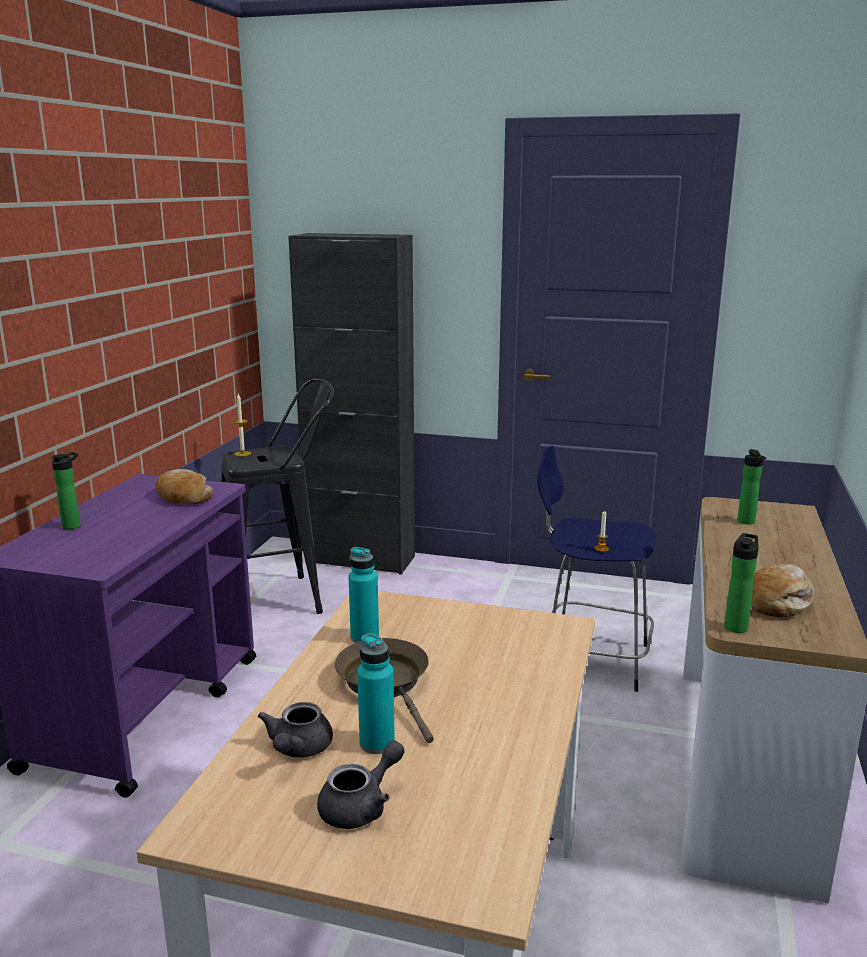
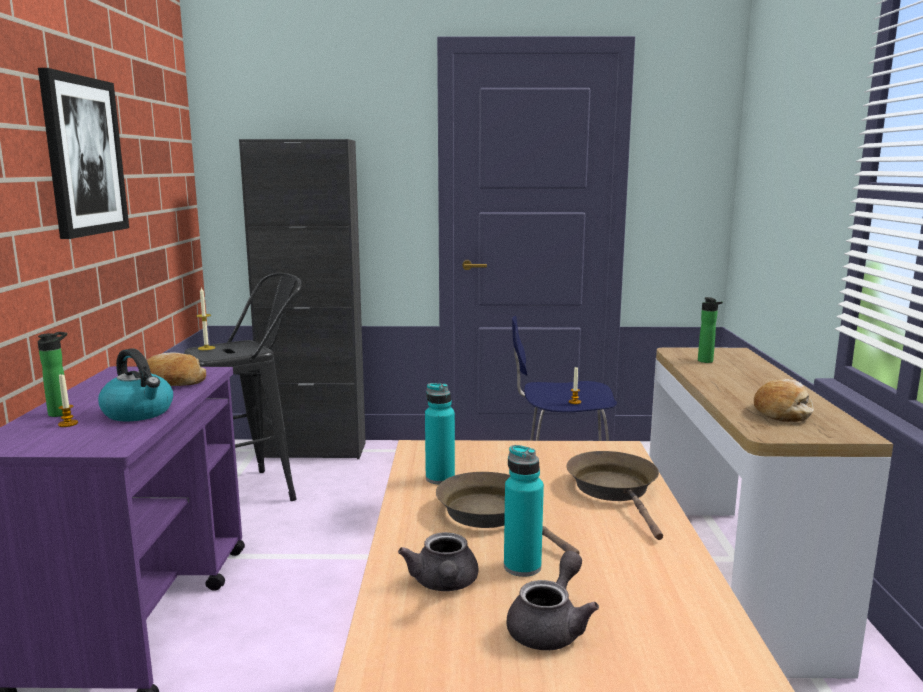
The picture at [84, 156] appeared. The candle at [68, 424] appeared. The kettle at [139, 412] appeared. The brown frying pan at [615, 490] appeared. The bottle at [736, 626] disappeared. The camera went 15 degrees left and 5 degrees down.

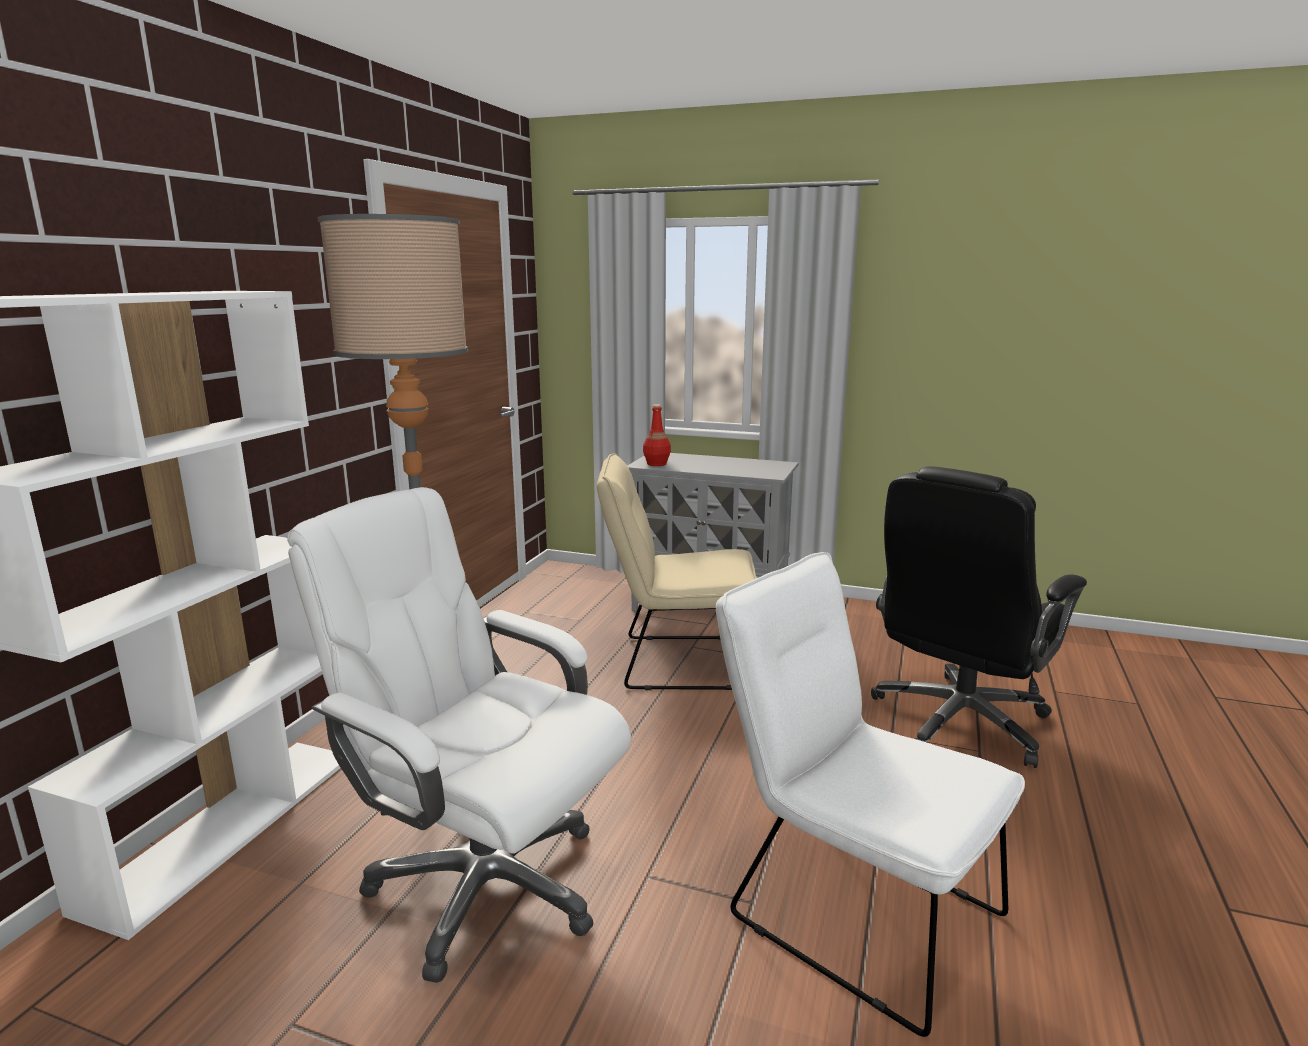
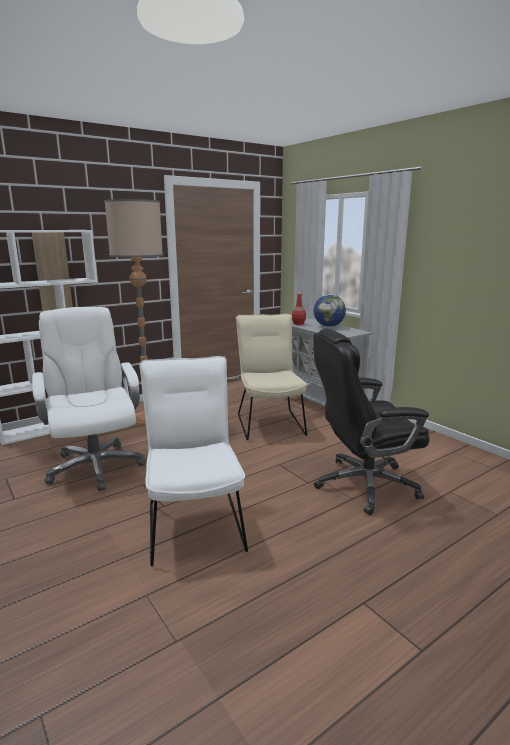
The beige chair at [677, 662] turned 45 degrees clockwise. The globe at [328, 326] appeared. The camera went 35 degrees right and 0 degrees up.

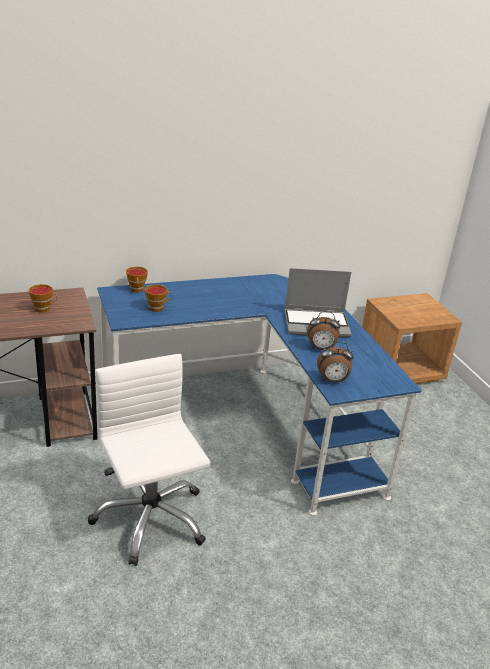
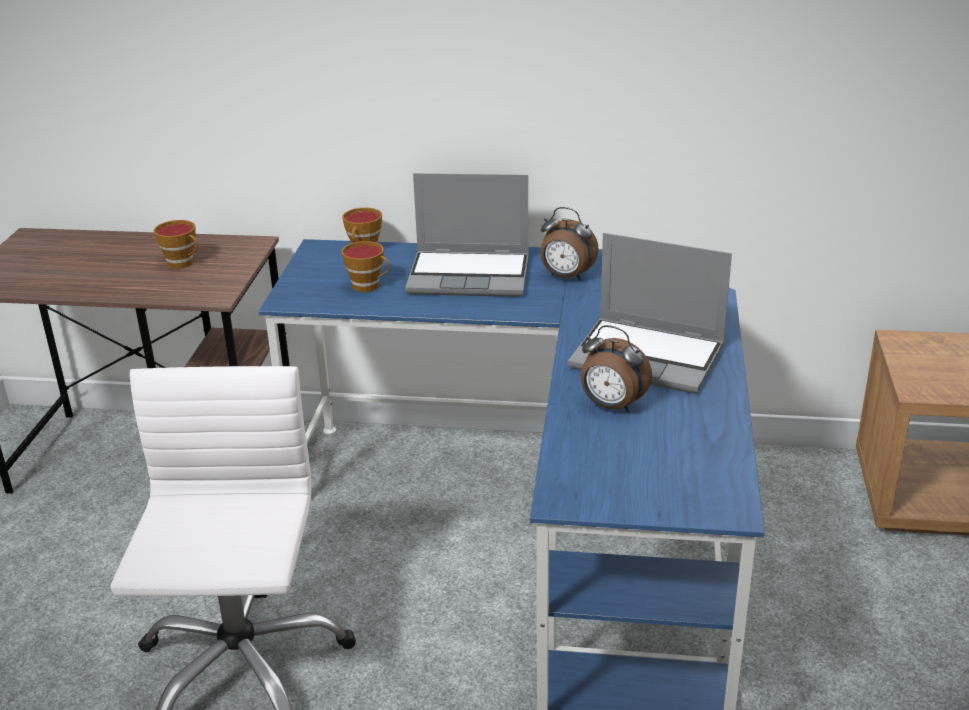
The laptop at [471, 275] appeared. The alarm clock moved from [332, 381] to [566, 277]. The camera went 30 degrees right and 0 degrees up.

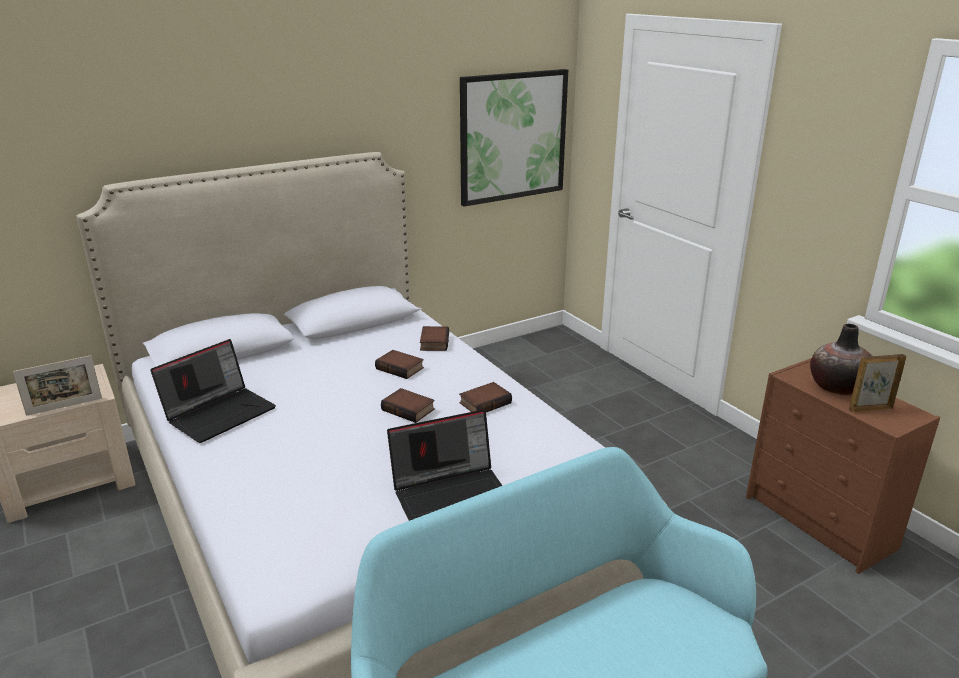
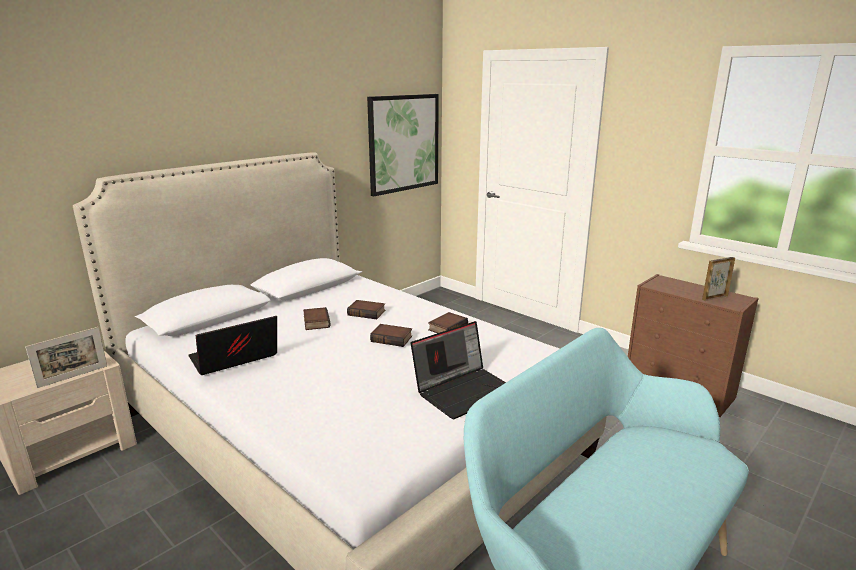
The laptop at [220, 413] turned 150 degrees counterclockwise. The book moved from [433, 342] to [315, 322]. The vase at [837, 387] disappeared. The camera went 15 degrees left and 5 degrees down.

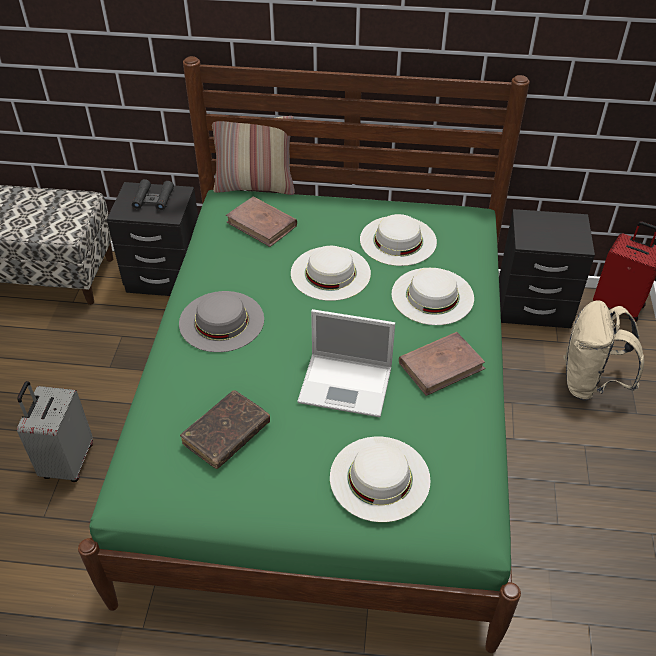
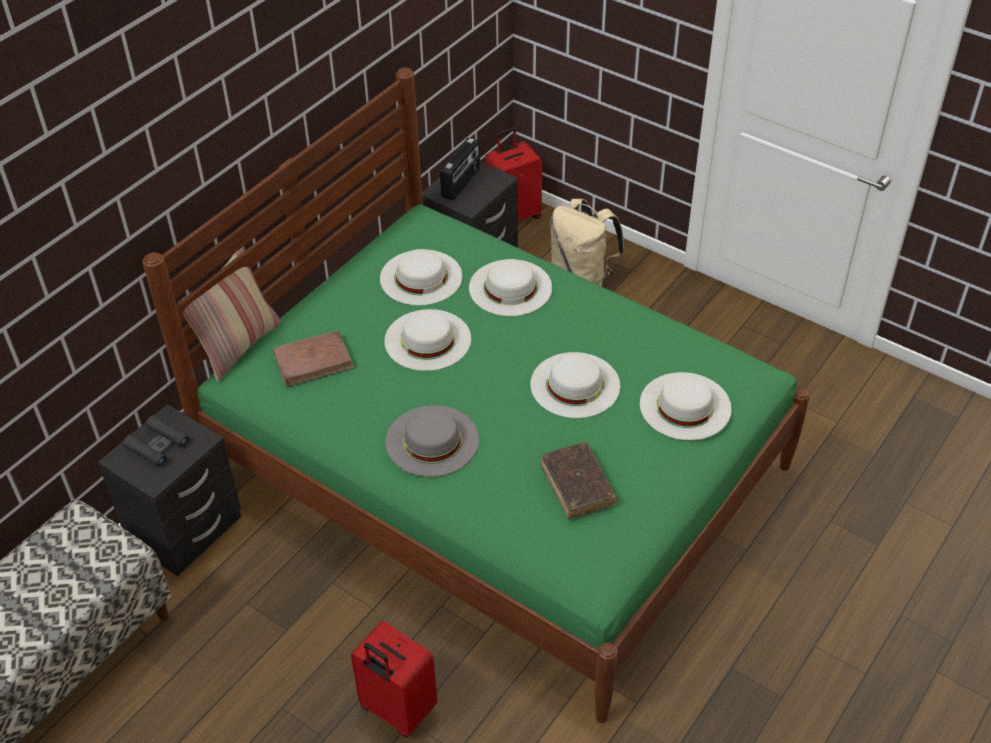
The grey suitcase at [67, 461] became the red suitcase at [396, 710]. The radio at [461, 183] appeared. The laptop at [347, 385] was replaced by the white hat at [575, 385]. The brown book at [441, 366] disappeared. The camera went 60 degrees left and 0 degrees up.

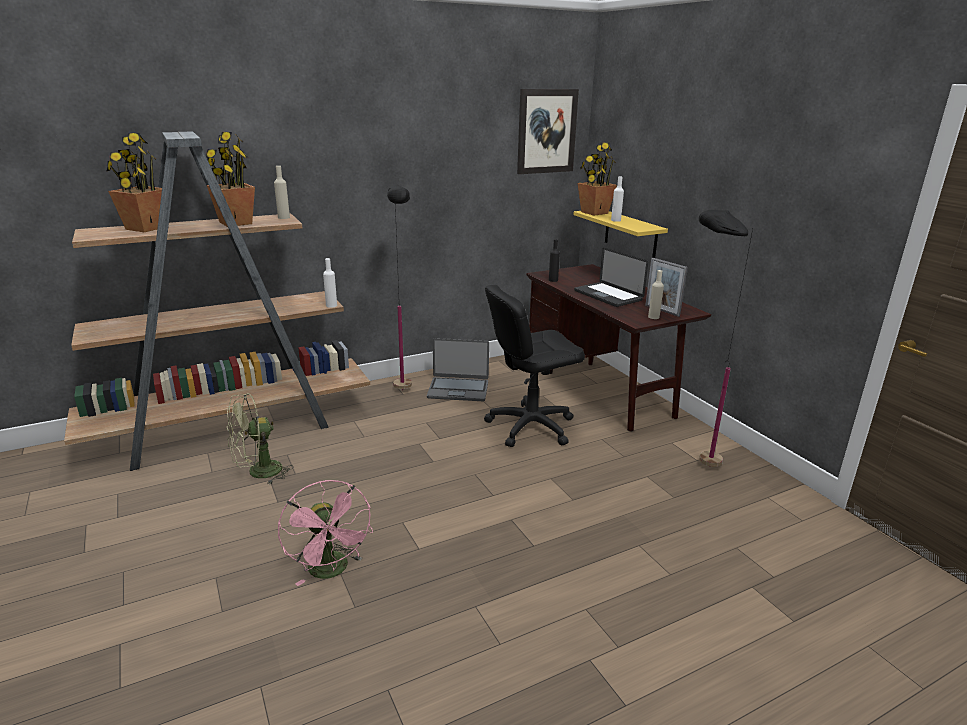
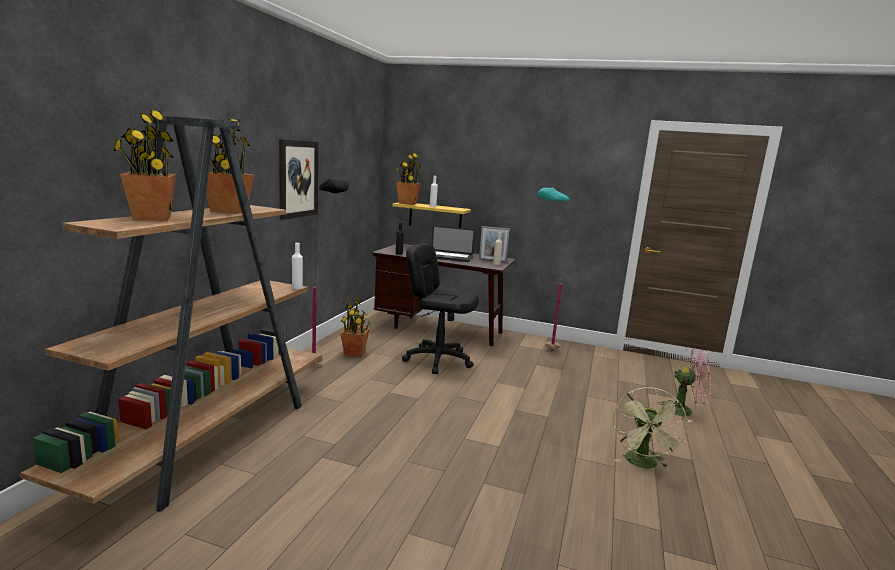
The picture moved from [546, 131] to [298, 179]. The laptop at [458, 389] was replaced by the potted plant at [355, 353]. The black office chair at [530, 426] turned 90 degrees clockwise. The black floor lamp at [691, 459] became the turquoise floor lamp at [539, 349]. The green fan moved from [258, 473] to [643, 464]. The pink fan moved from [332, 571] to [685, 411]. The beige bottle at [284, 217] disappeared. The camera went 45 degrees left and 10 degrees down.

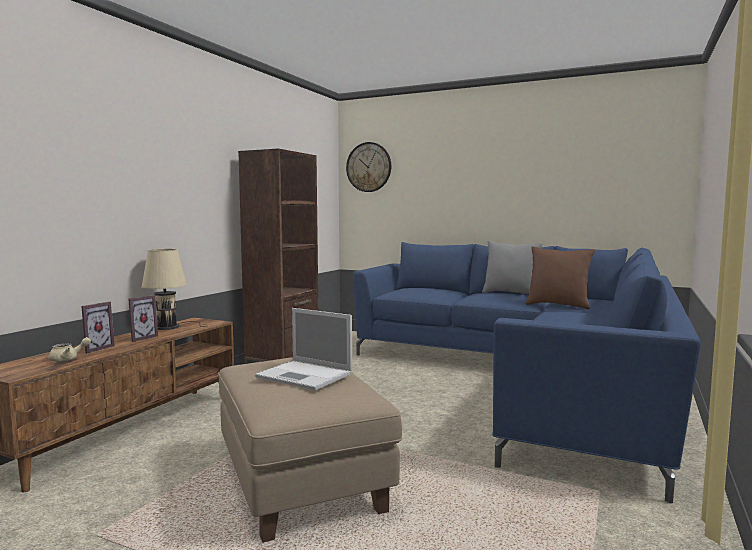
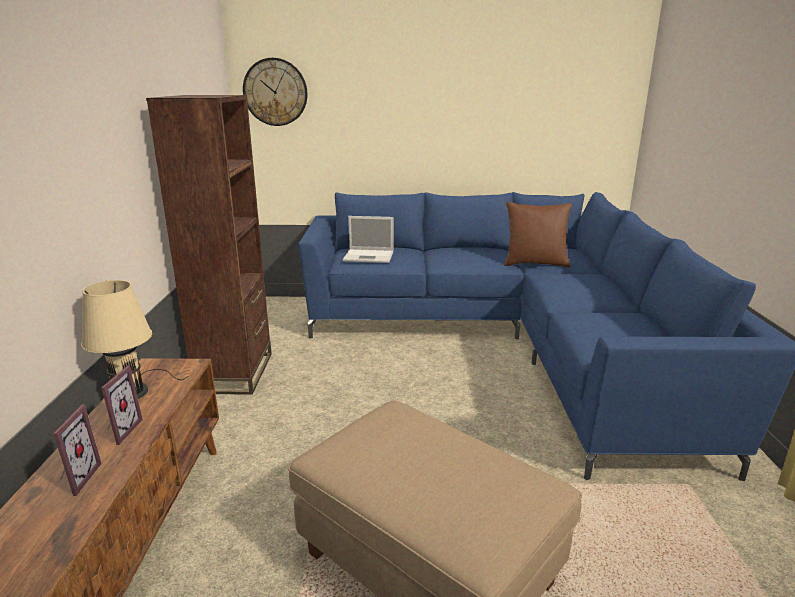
The laptop moved from [306, 375] to [369, 256]. The beige teapot at [68, 359] disappeared. The grey pillow at [510, 293] disappeared. The camera went 25 degrees left and 15 degrees up.

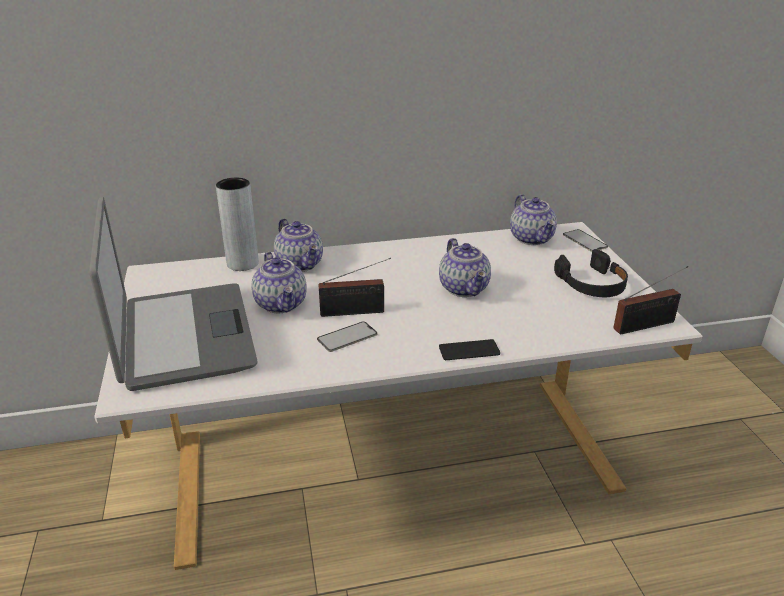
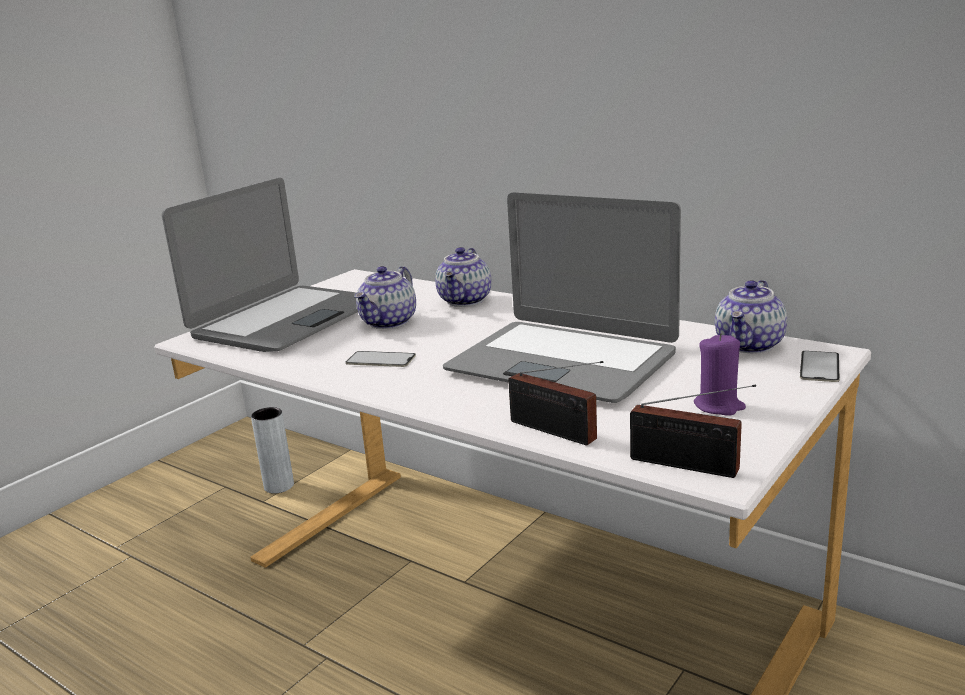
The grey vase moved from [242, 264] to [279, 486]. The teapot at [465, 289] was replaced by the laptop at [562, 362]. The radio moved from [356, 312] to [556, 432]. The black headphones at [592, 284] was replaced by the purple candle at [719, 406]. The phone at [469, 350] disappeared. The camera went 50 degrees right and 10 degrees down.

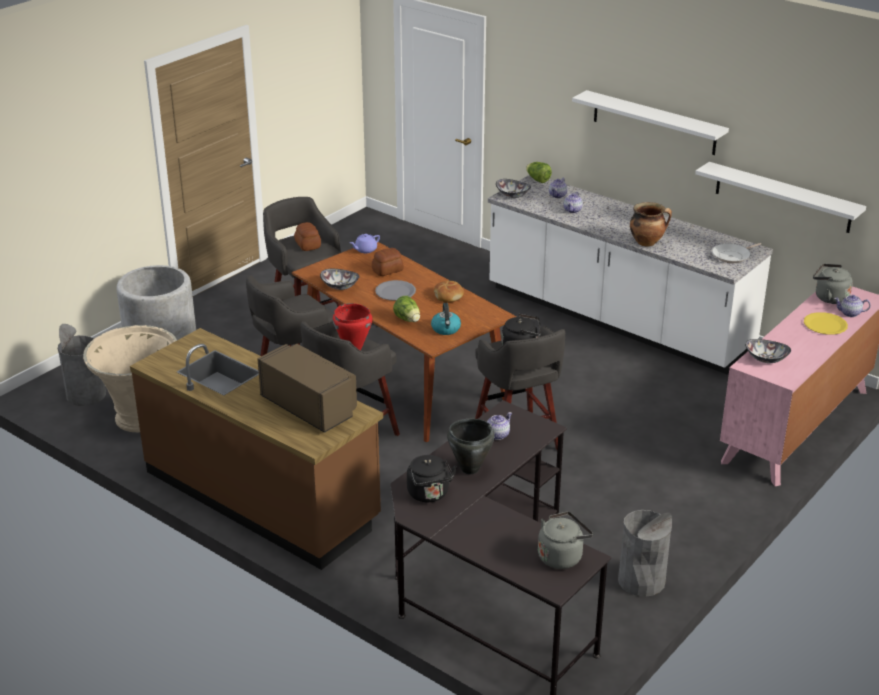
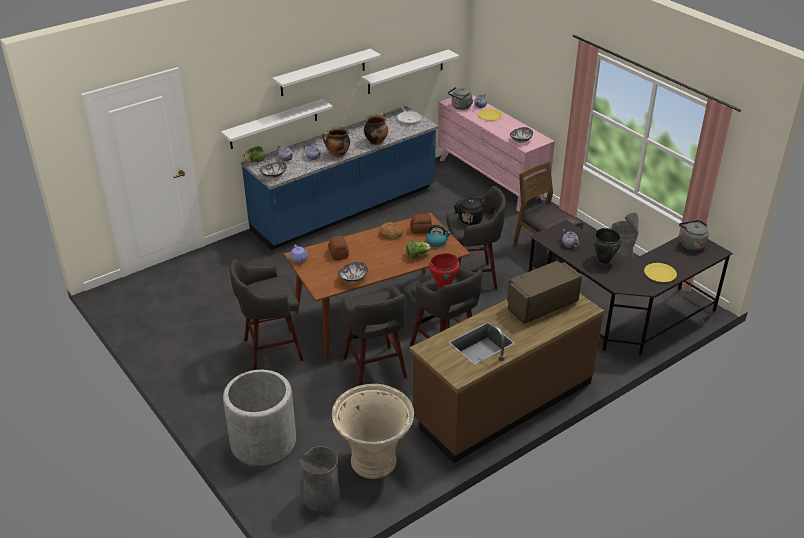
The white shelf at [273, 124] appeared. The white counter at [617, 320] became the blue counter at [345, 210]. The cooking pot at [337, 154] appeared. The bread moved from [307, 245] to [421, 230]. The brown chair at [544, 251] appeared. The yellow plate at [660, 273] appeared. The grey plate at [395, 292] disappeared. The black kettle at [429, 495] disappeared. The camera went 75 degrees left and 5 degrees up.

